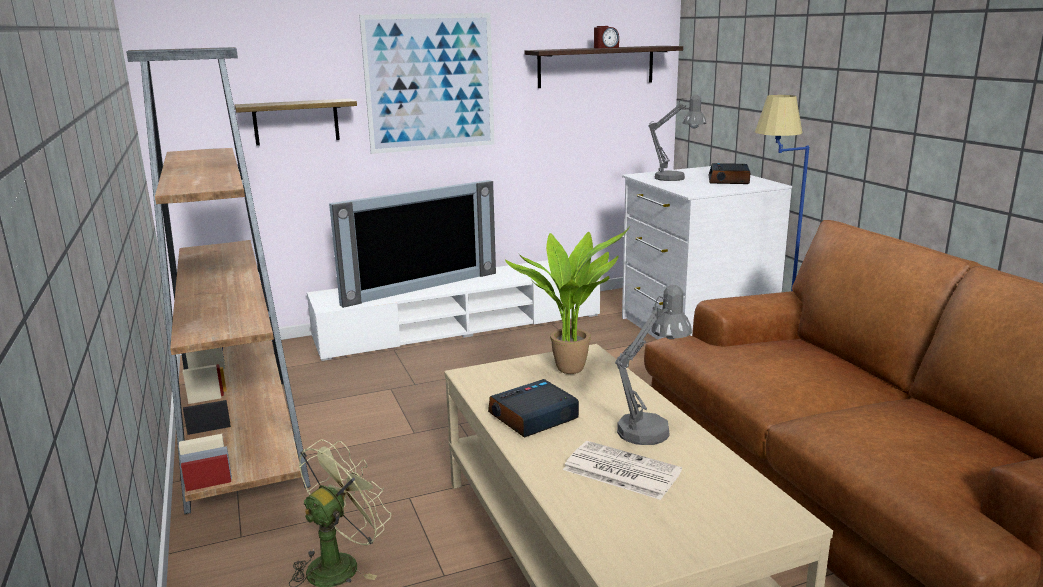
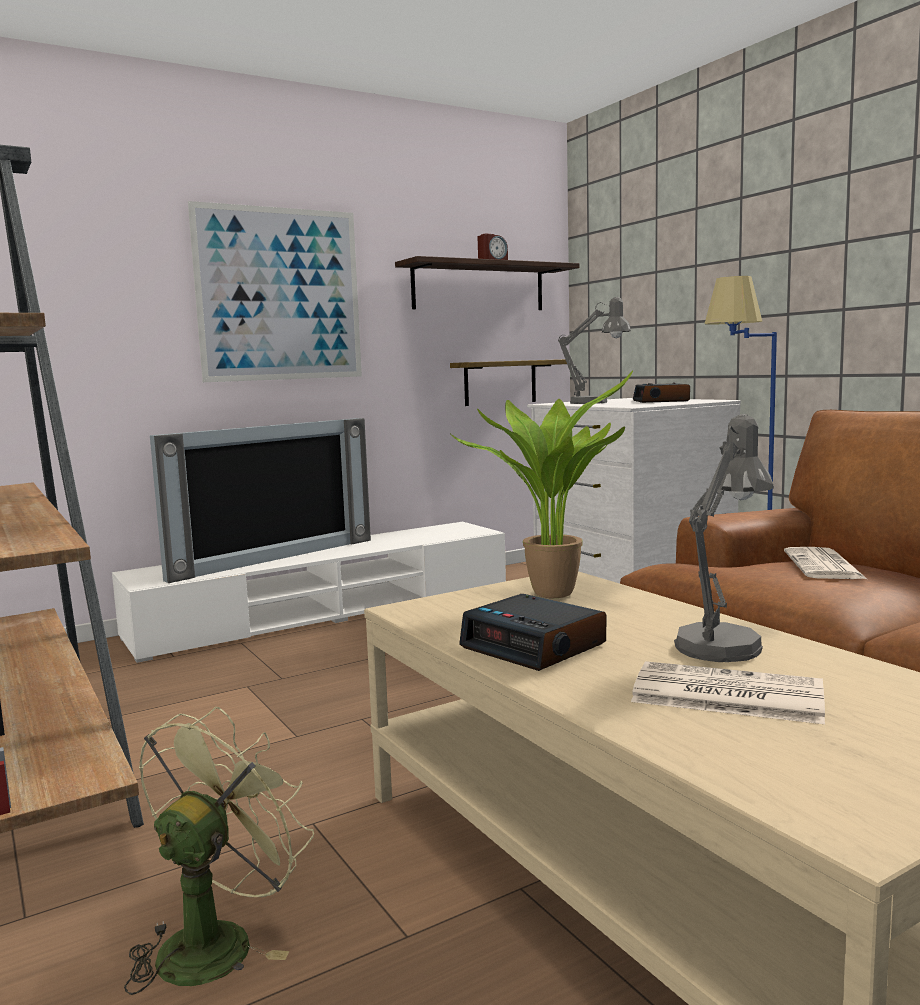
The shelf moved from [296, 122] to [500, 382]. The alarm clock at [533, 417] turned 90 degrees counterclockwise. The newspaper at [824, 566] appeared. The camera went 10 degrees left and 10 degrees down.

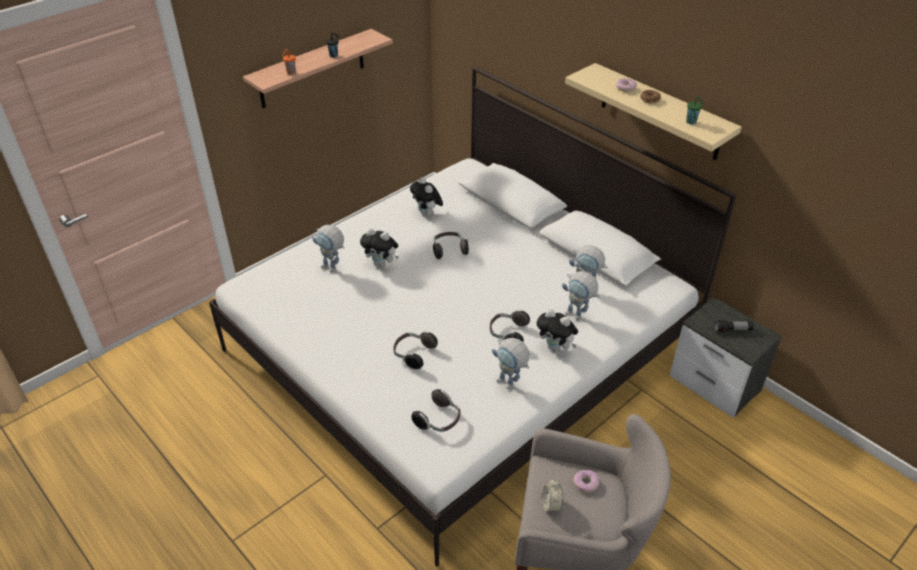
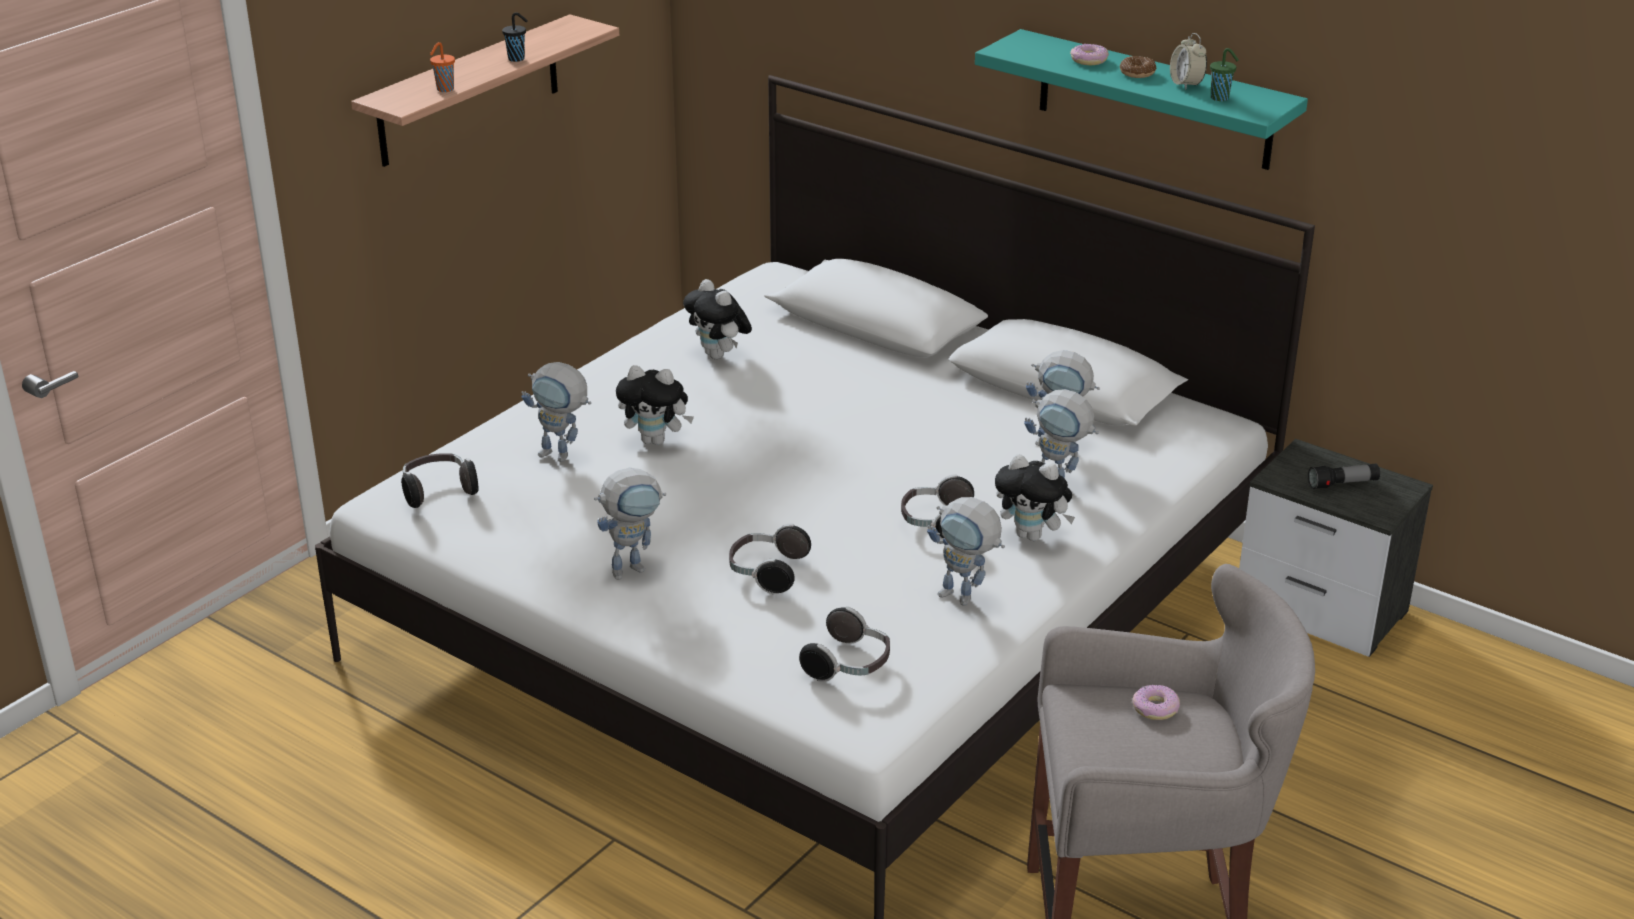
The headphones moved from [449, 250] to [438, 491]. The toy robot at [635, 567] appeared. The beige shelf at [660, 112] became the turquoise shelf at [1154, 100]. The alarm clock moved from [551, 505] to [1186, 84]. The camera went 10 degrees left and 10 degrees down.

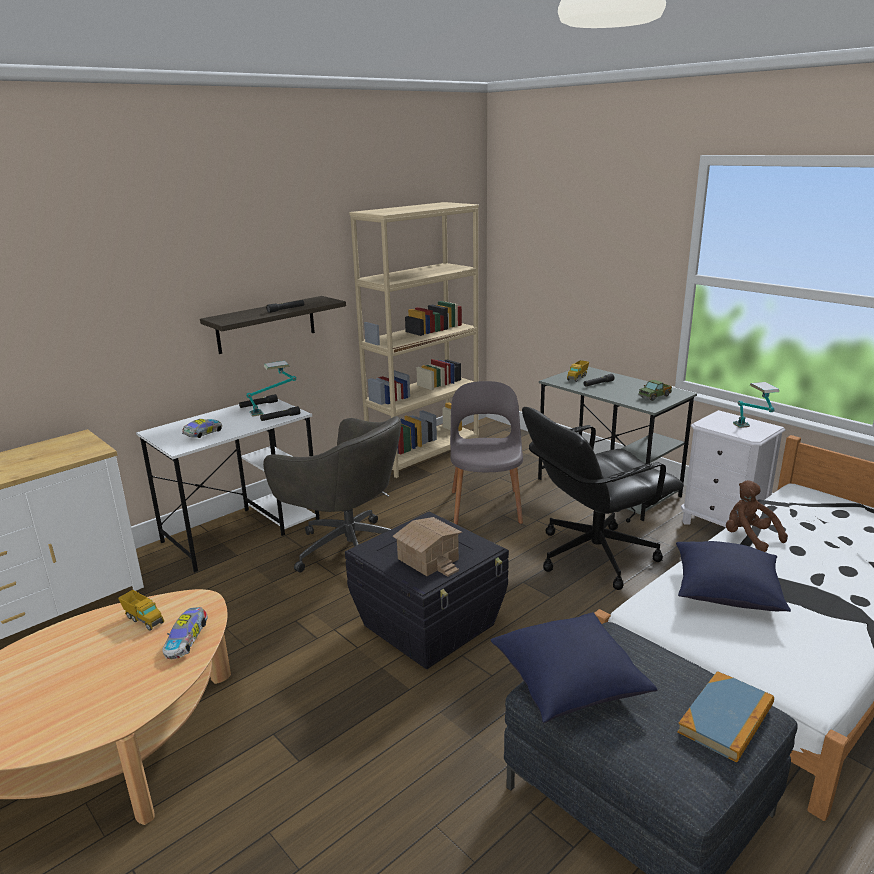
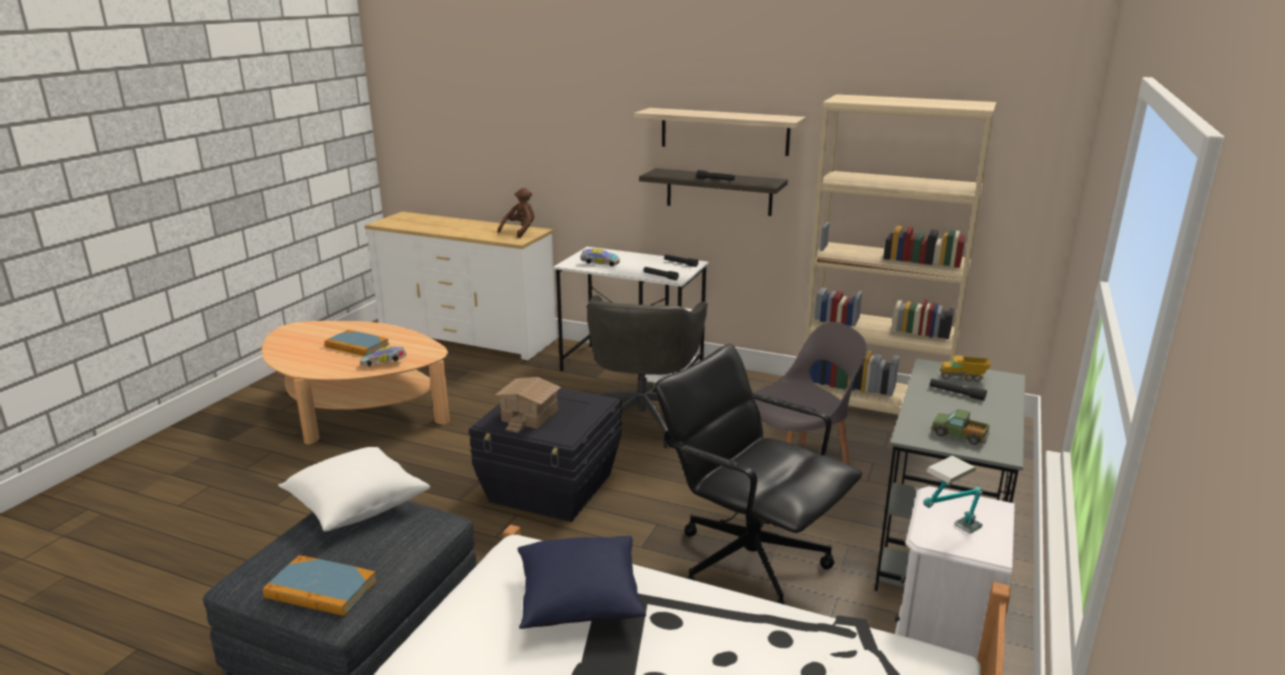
The blue pillow at [568, 684] became the white pillow at [356, 505]. The book at [357, 346] appeared. The brown plush toy moved from [749, 538] to [520, 231]. The shelf at [724, 131] appeared. The toy truck at [143, 619] disappeared. The table lamp at [274, 411] disappeared. The camera went 65 degrees right and 0 degrees up.

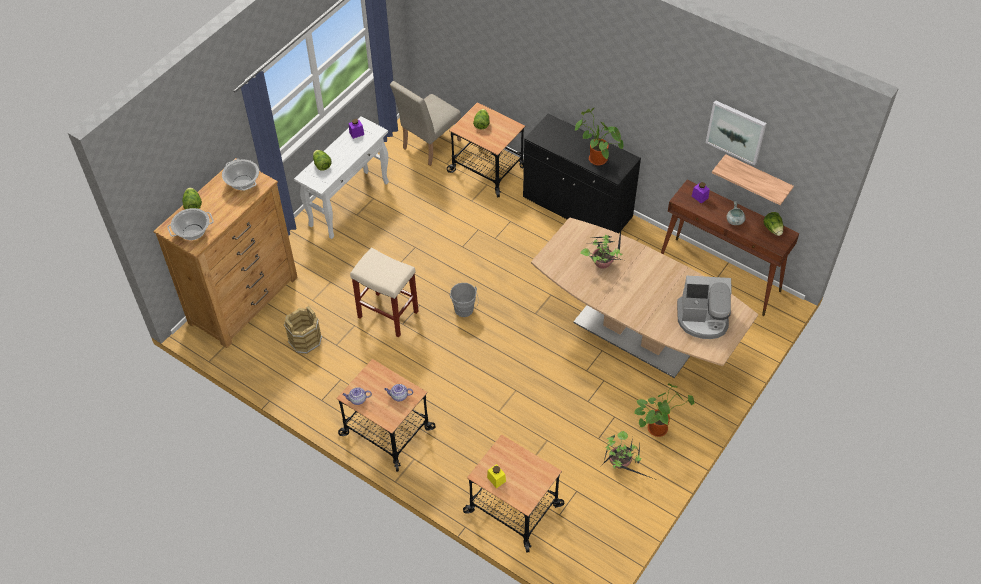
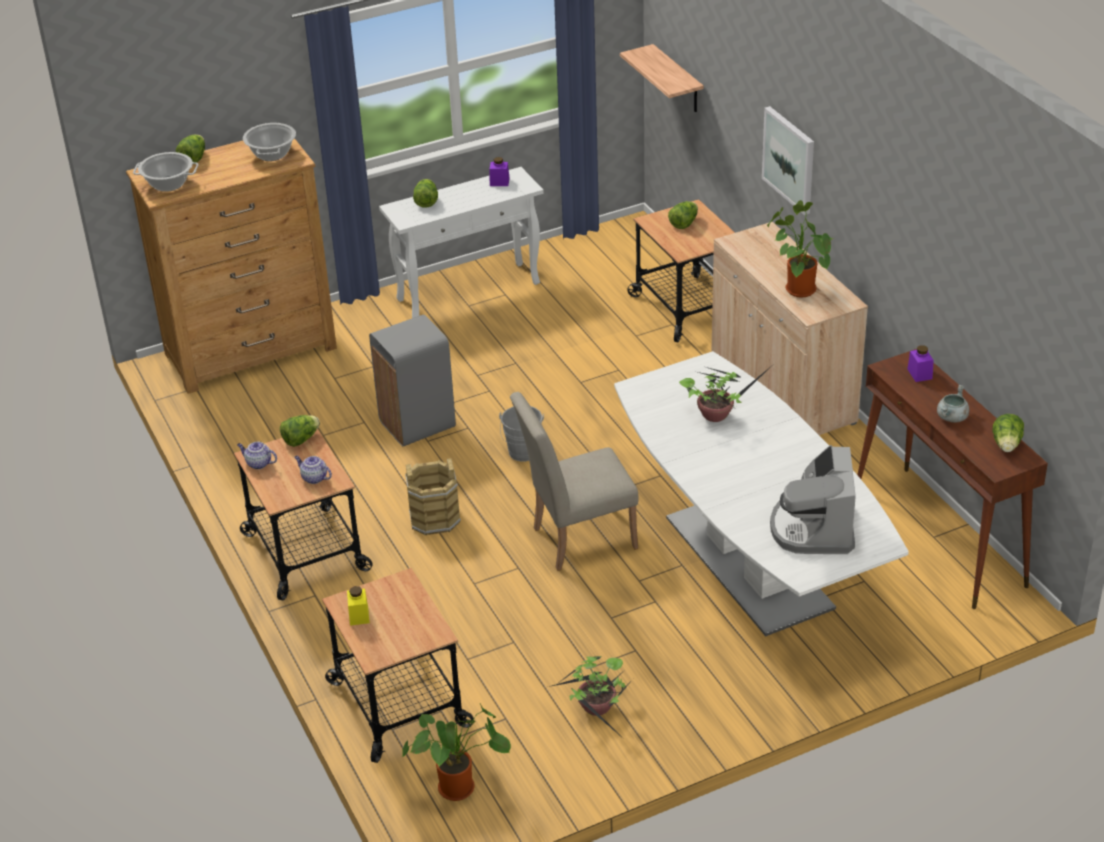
The lettuce at [301, 439] appeared. The beige stool at [387, 314] was replaced by the grey trash can at [416, 424]. The potted plant moved from [658, 427] to [460, 786]. The brown bucket moved from [305, 340] to [434, 518]. The beige chair moved from [428, 146] to [576, 539]. The brown dining table at [635, 334] became the white dining table at [748, 563]. The shelf moved from [757, 178] to [677, 80]. The black cabinet at [577, 208] became the beige cabinet at [782, 388]. The picture moved from [736, 131] to [789, 159]. The coffee machine at [703, 319] turned 60 degrees clockwise. The camera went 30 degrees right and 15 degrees down.

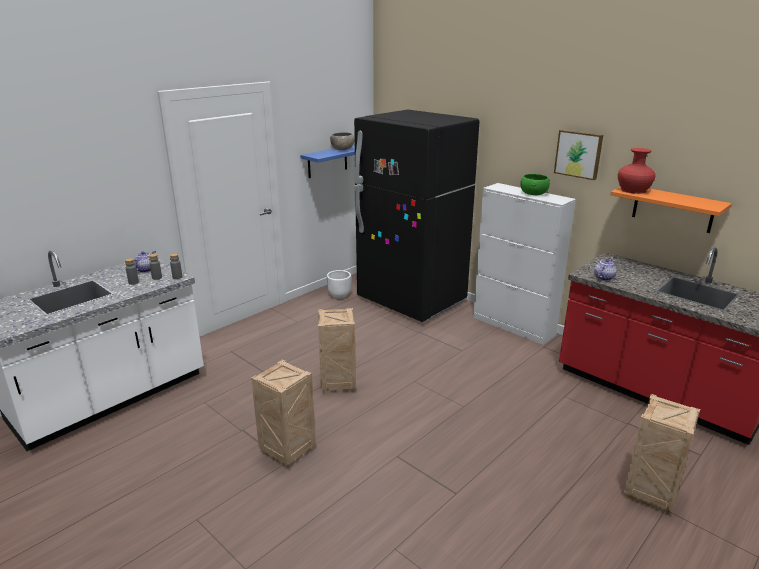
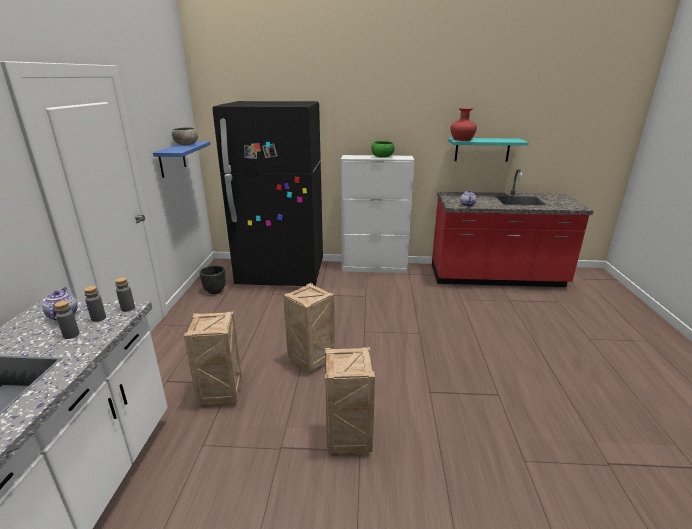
The crate moved from [649, 492] to [220, 394]. The white planter at [339, 295] became the black planter at [214, 291]. The orange shelf at [672, 208] became the turquoise shelf at [482, 149]. The picture at [578, 154] disappeared. The camera went 40 degrees left and 0 degrees up.

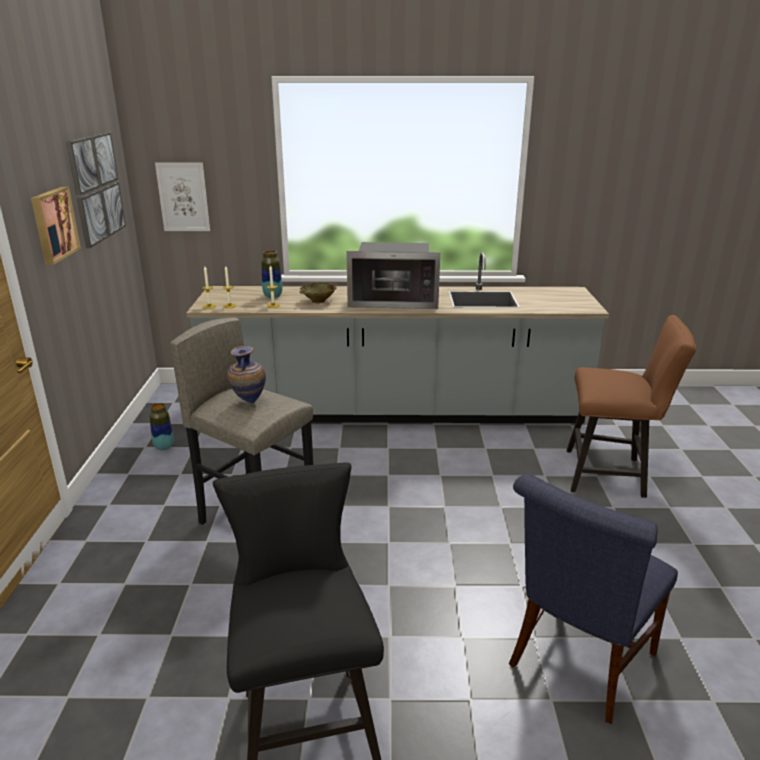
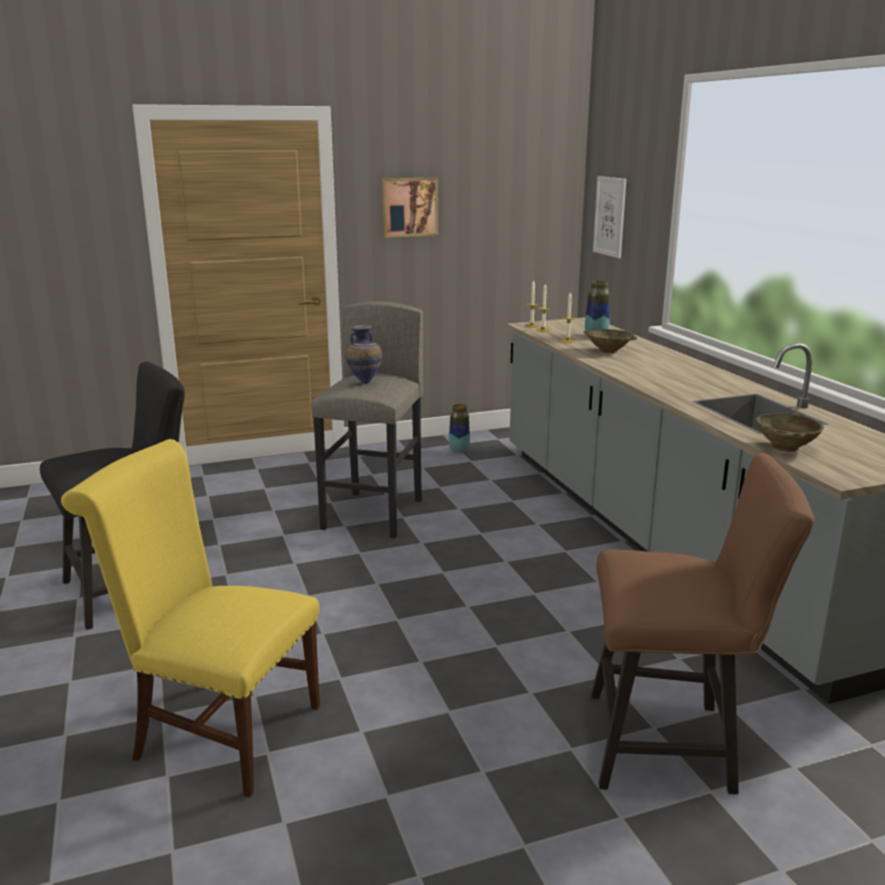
The blue chair at [578, 664] became the yellow chair at [218, 730]. The brown chair at [612, 474] turned 75 degrees counterclockwise. The beige bowl at [785, 447] appeared. The picture at [96, 188] disappeared. The microwave at [393, 300] disappeared. The camera went 70 degrees right and 5 degrees down.

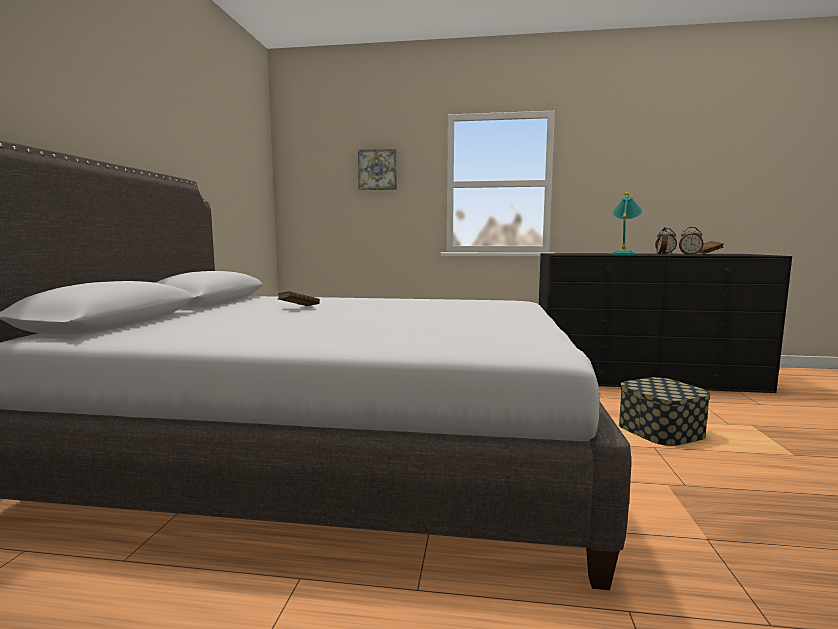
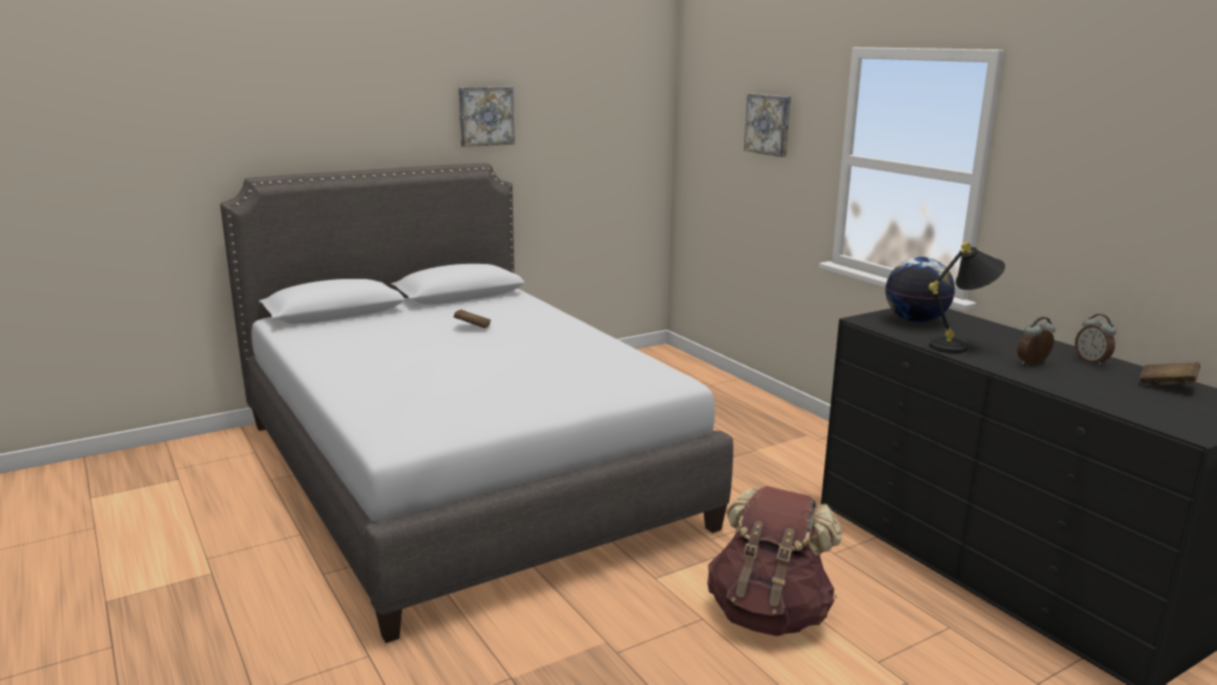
The picture at [485, 116] appeared. The storage box at [660, 430] was replaced by the brown backpack at [769, 614]. The globe at [915, 321] appeared. The turquoise table lamp at [624, 254] became the black table lamp at [960, 346]. The alarm clock at [689, 254] disappeared. The camera went 50 degrees right and 10 degrees up.

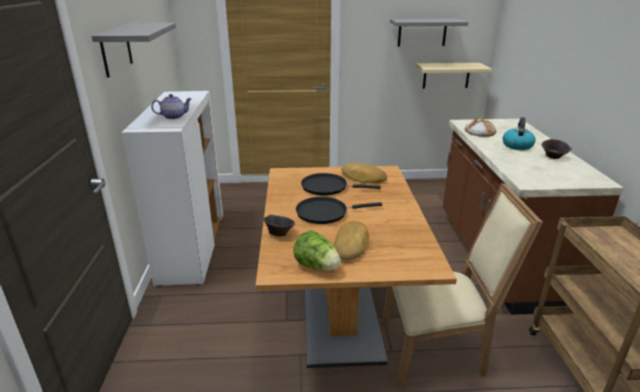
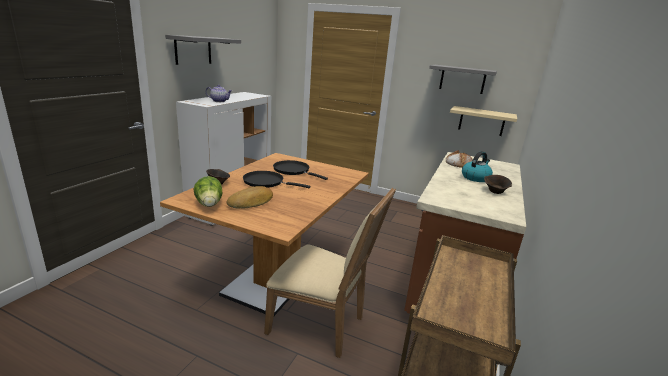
The bread at [363, 178] disappeared. The camera went 25 degrees right and 5 degrees down.

